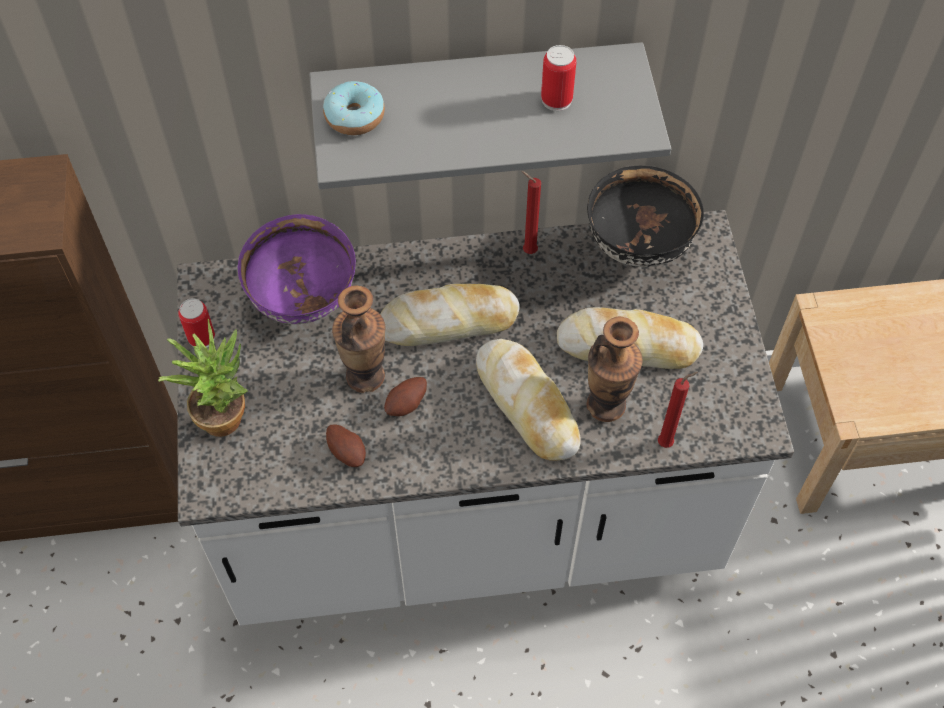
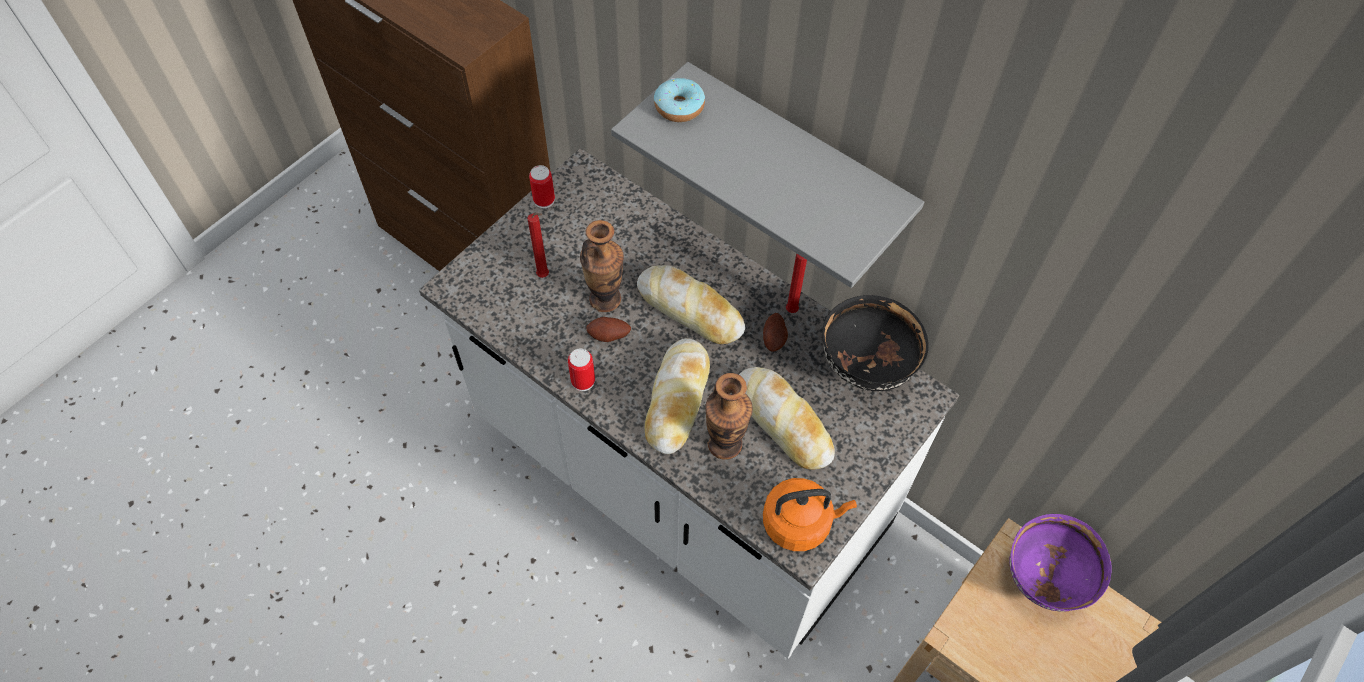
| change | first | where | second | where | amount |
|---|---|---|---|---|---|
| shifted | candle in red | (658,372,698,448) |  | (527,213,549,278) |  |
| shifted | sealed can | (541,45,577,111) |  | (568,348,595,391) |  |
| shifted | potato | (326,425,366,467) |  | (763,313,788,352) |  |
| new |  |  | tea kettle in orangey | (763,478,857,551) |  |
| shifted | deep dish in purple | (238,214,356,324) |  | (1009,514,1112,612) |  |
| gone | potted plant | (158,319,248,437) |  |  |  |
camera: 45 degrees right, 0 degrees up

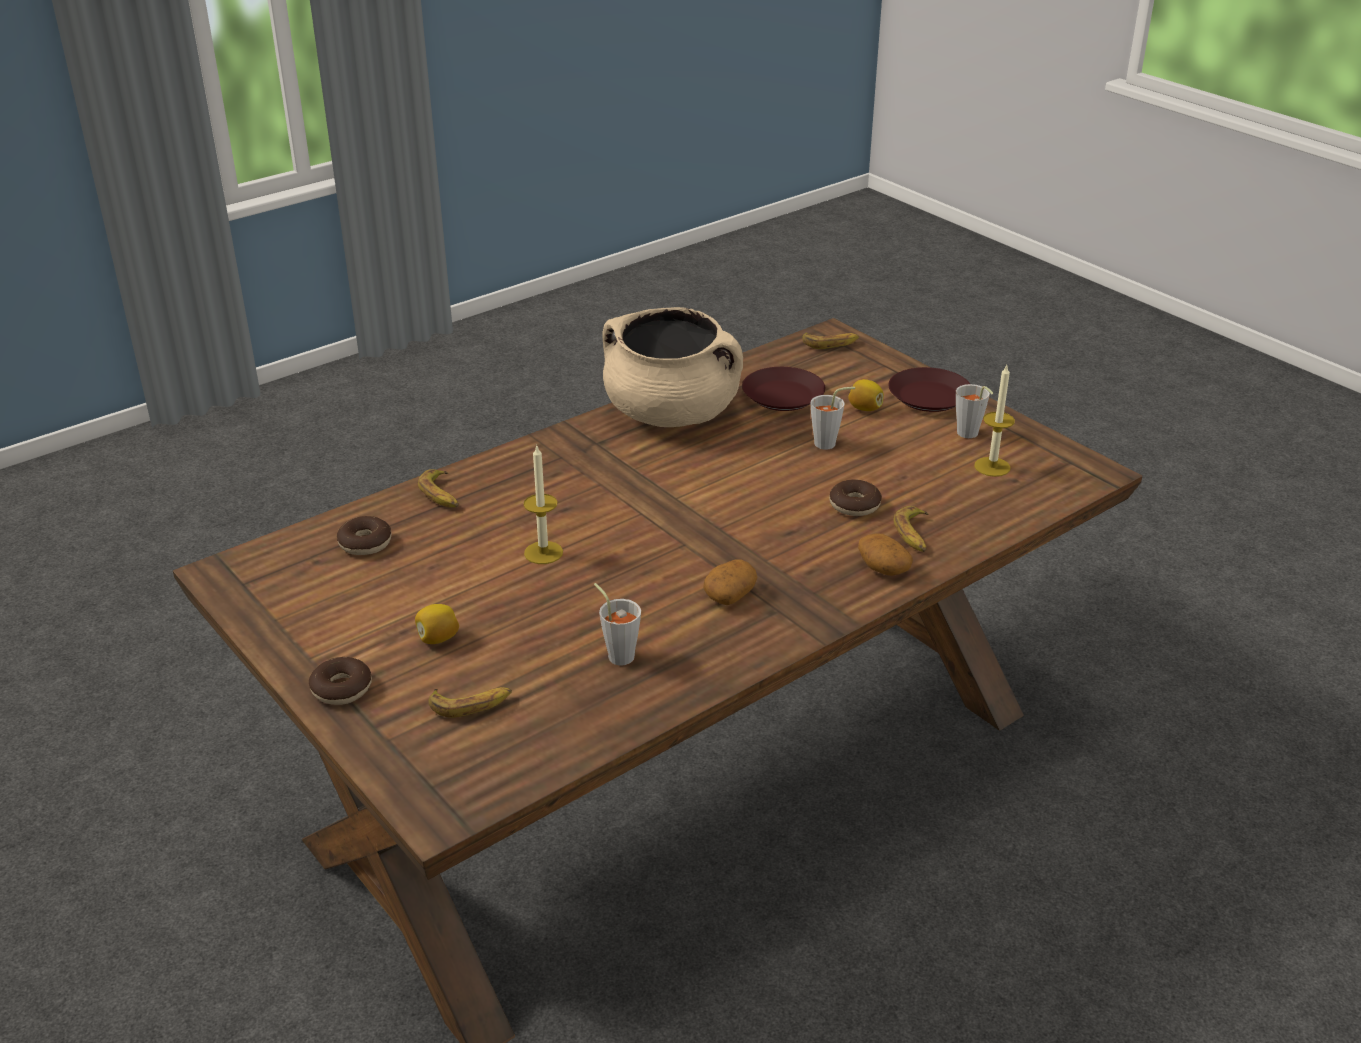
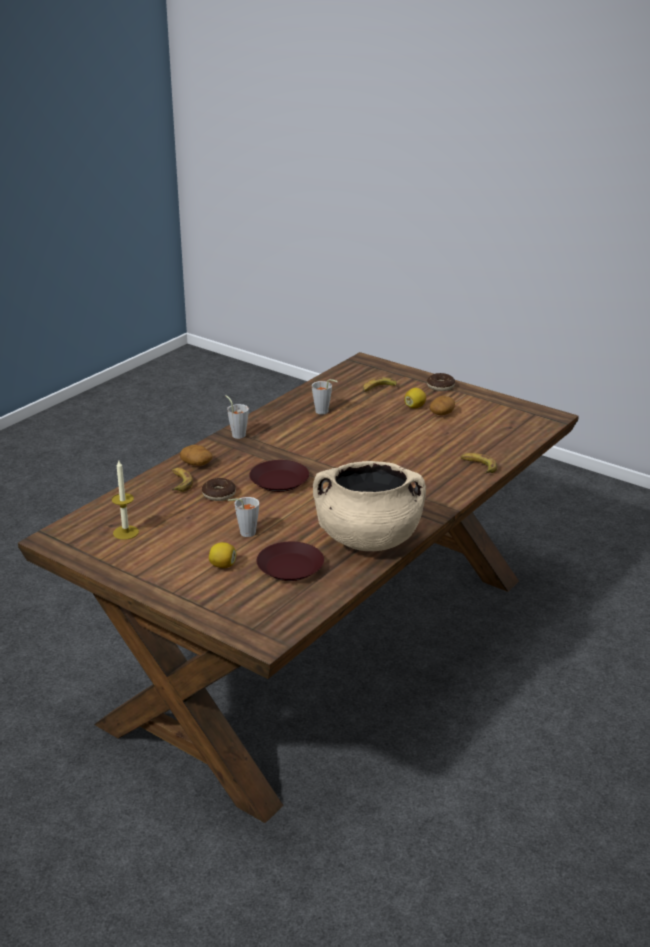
| change | first | where | second | where | amount |
|---|---|---|---|---|---|
| shifted | drinking cup in gray | (956,384,993,438) |  | (225,395,249,439) |  |
| shifted | dinner plate in brown-coloured | (888,367,970,412) |  | (249,460,309,492) |  |
| shifted | potato | (703,560,758,605) |  | (430,396,455,415) |  |
| gone | donut | (337,516,391,555) |  |  |  |
| gone | candle | (523,446,563,564) |  |  |  |
| gone | whole banana | (802,332,859,349) |  |  |  |
camera: 165 degrees right, 5 degrees down

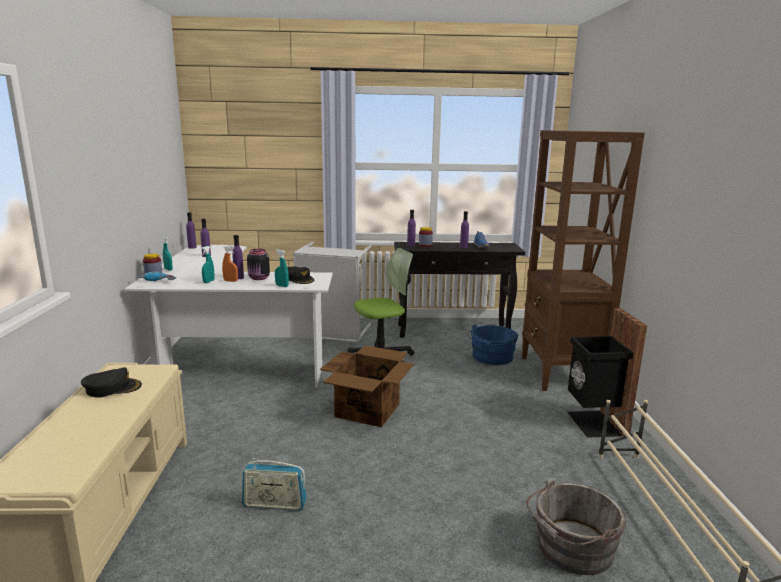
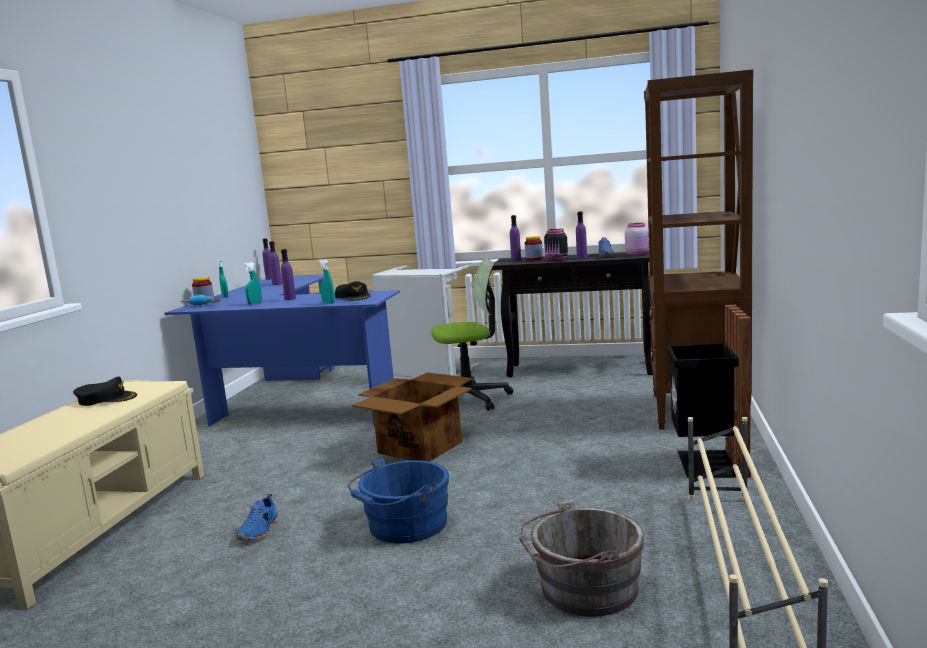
| change | first | where | second | where | amount |
|---|---|---|---|---|---|
| repainted | desk in whitish | (124,245,333,388) | desk in blue-coloured | (164,275,400,426) |  |
| swapped | radio receiver | (242,458,307,511) | shoe in blue-coloured | (236,493,279,540) |  |
| shifted | bucket in blue-coloured | (468,324,518,365) |  | (348,458,449,543) |  |
| shifted | preserve jar in black | (247,249,270,280) |  | (544,229,568,261) |  |
| new |  |  | preserve jar in pink | (625,223,649,256) |  |
| gone | hand sprayer in orangey | (222,246,238,282) |  |  |  |
camera: 15 degrees right, 5 degrees down

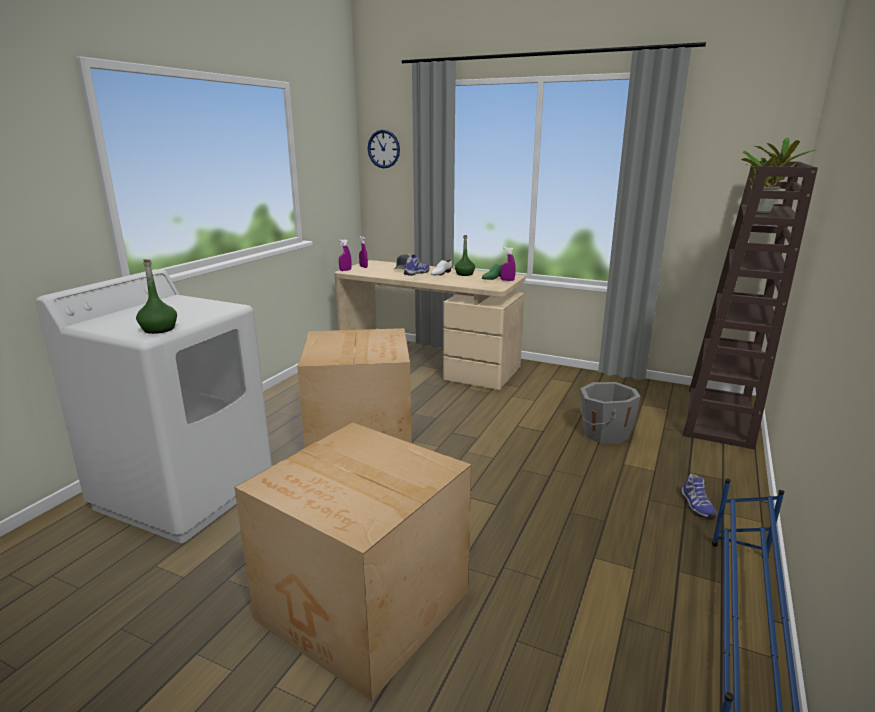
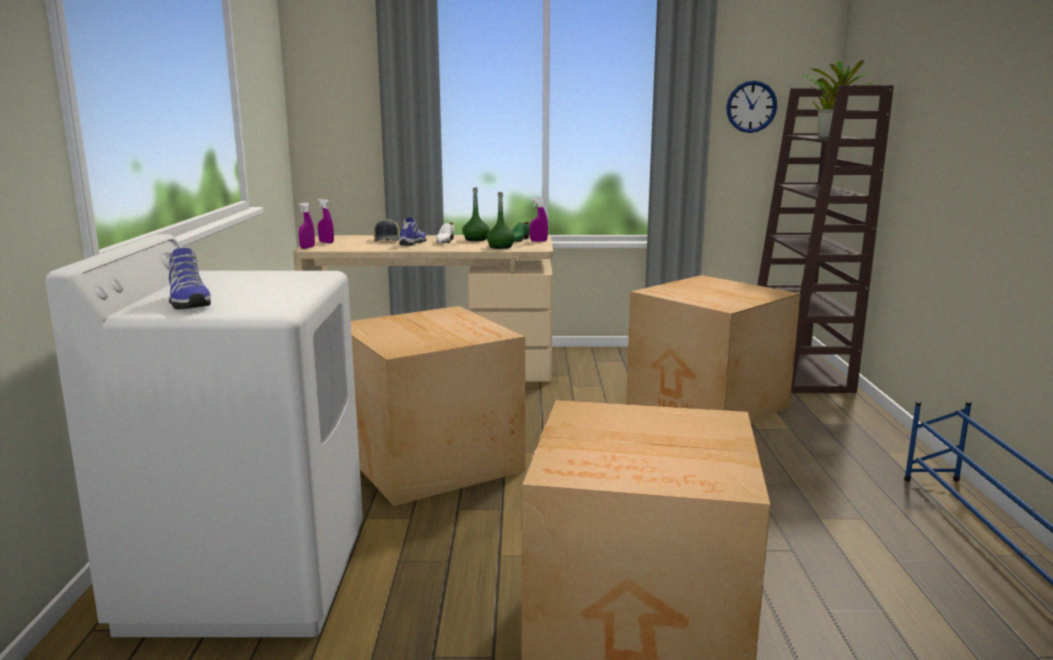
| change | first | where | second | where | amount |
|---|---|---|---|---|---|
| shifted | shoe | (681,474,716,519) |  | (169,248,211,309) |  |
| shifted | bottle in greenish | (136,259,177,334) |  | (486,192,515,249) |  |
| swapped | bucket in gray | (580,382,641,444) | carton | (626,275,801,423) |  |
| shifted | wall clock | (368,130,400,168) |  | (726,81,777,133) |  |
camera: 25 degrees left, 5 degrees down

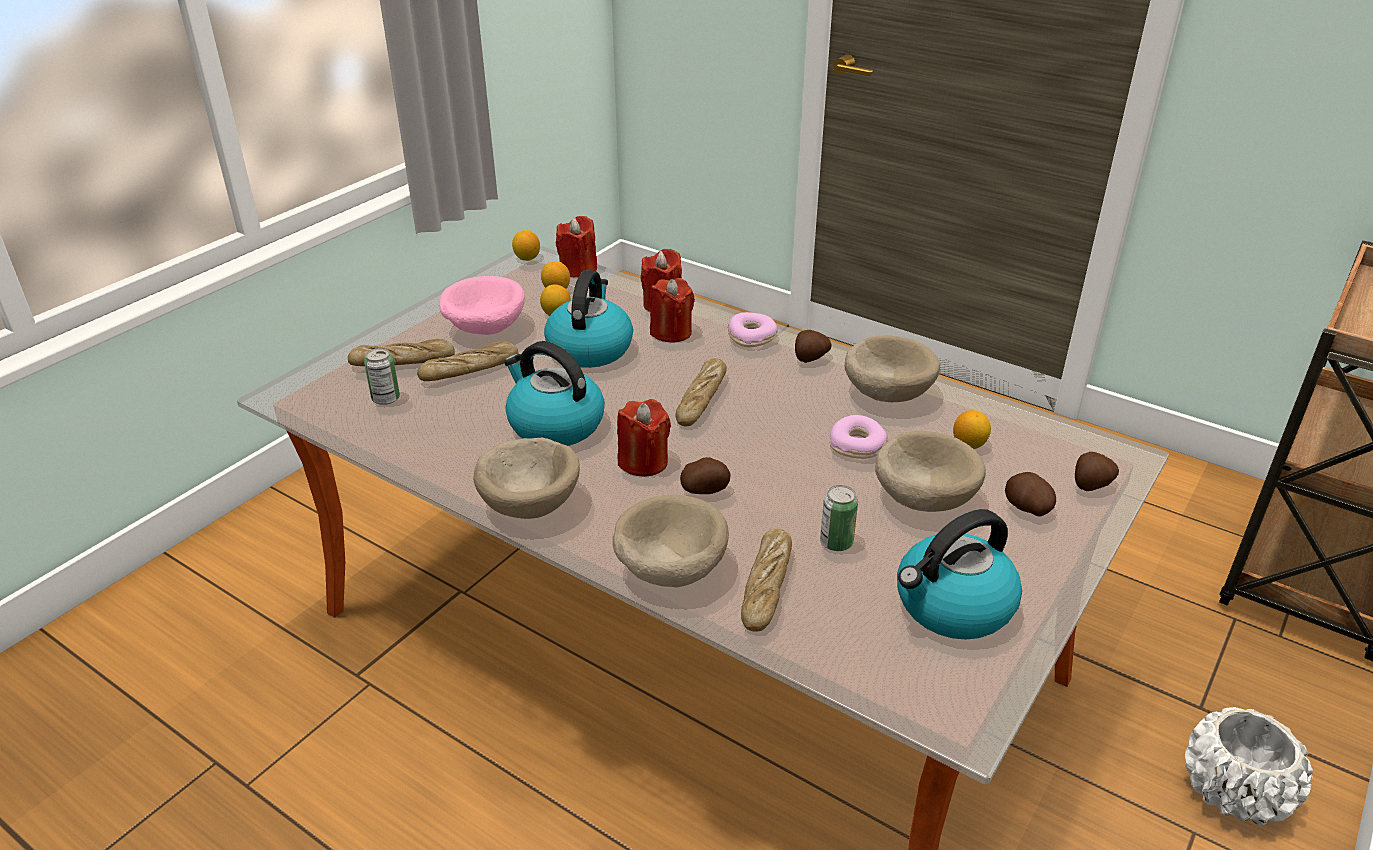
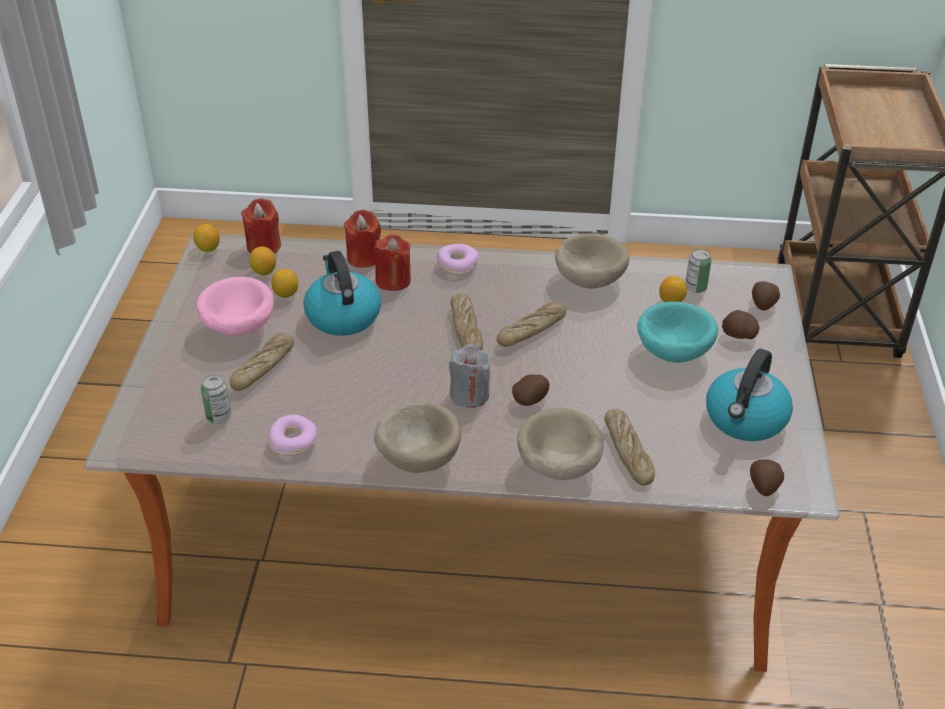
| change | first | where | second | where | amount |
|---|---|---|---|---|---|
| shifted | donut | (829,415,888,459) |  | (268,415,318,455) |  |
| repainted | candle in red | (617,399,671,477) | candle in gray | (449,344,491,408) |  |
| shifted | bakery bread | (348,339,455,366) |  | (497,301,566,347) |  |
| repainted | deep dish in beige-coloured | (875,431,986,512) | deep dish in turquoise | (637,302,718,363) |  |
| shifted | sealed can | (820,485,858,551) |  | (685,249,712,293) |  |
| shifted | potato | (795,330,831,363) |  | (750,459,784,496) |  |
| gone | tea kettle | (504,341,605,446) |  |  |  |
| gone | planter in whitish | (1185,707,1313,825) |  |  |  |
camera: 30 degrees left, 5 degrees up

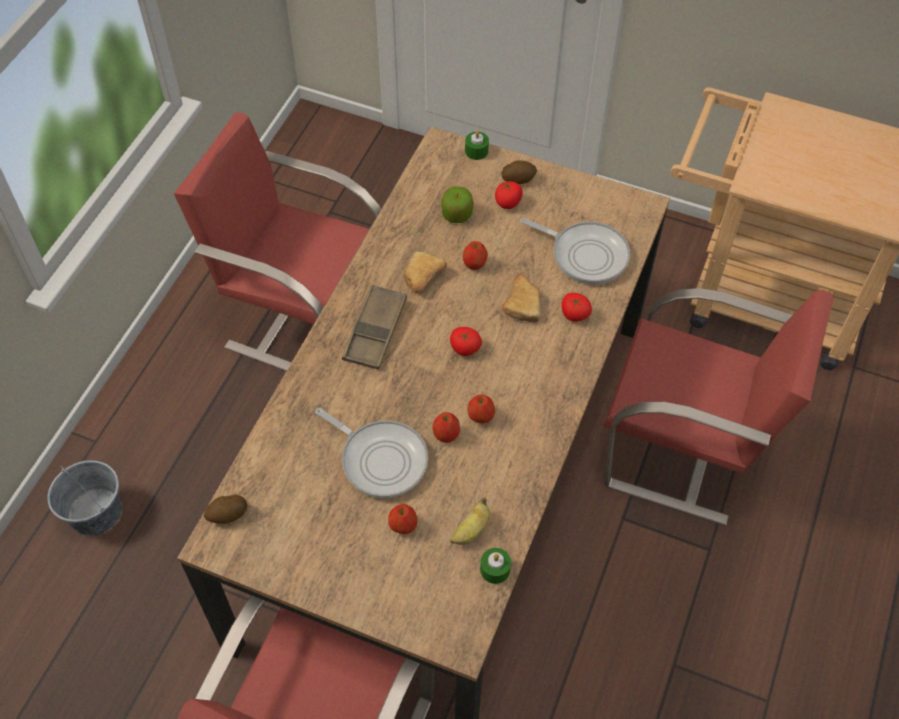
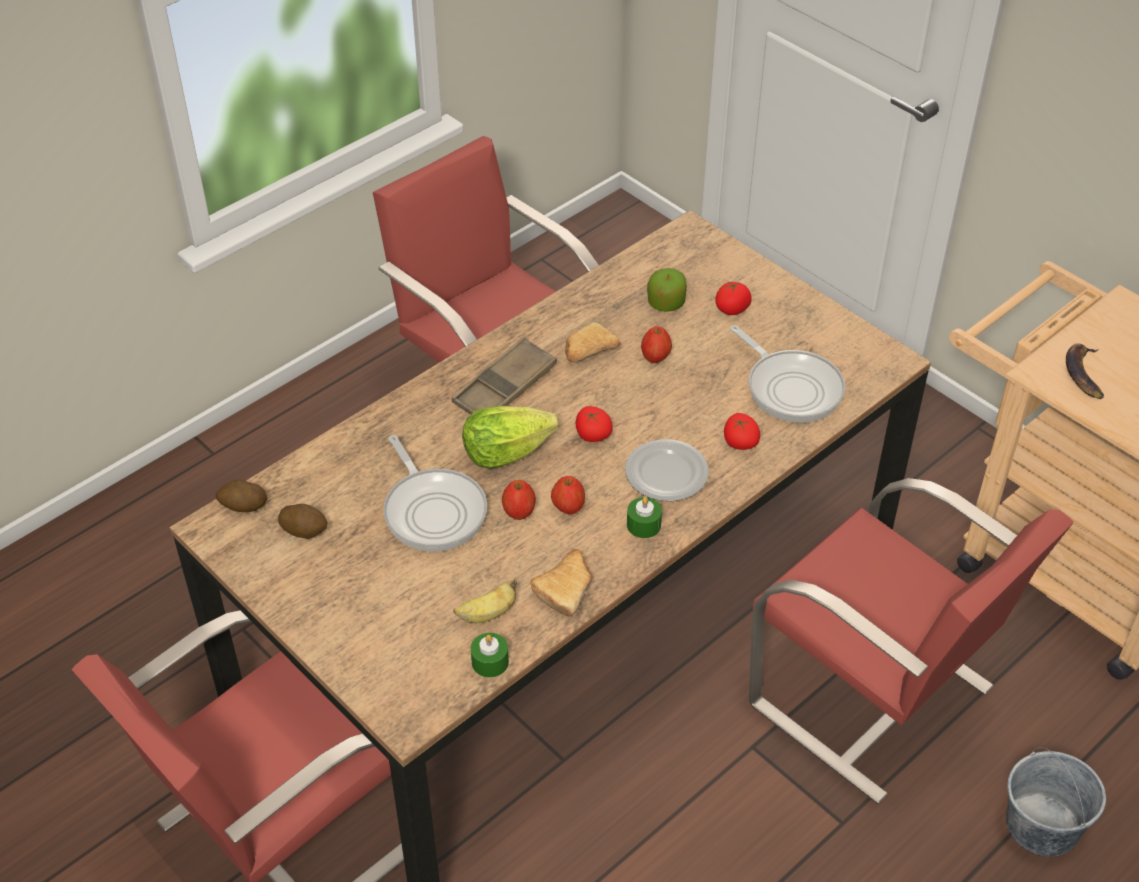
| change | first | where | second | where | amount |
|---|---|---|---|---|---|
| shifted | potato | (501,160,537,184) |  | (278,504,328,539) |  |
| new |  |  | head of lettuce | (462,406,558,469) |  |
| shifted | bakery bread | (502,274,541,322) |  | (530,549,592,617) |  |
| new |  |  | dinner plate | (625,439,709,501) |  |
| shifted | candle in greenish | (465,131,489,160) |  | (627,497,662,538) |  |
| shifted | bucket in gray | (47,460,122,536) |  | (1006,747,1106,856) |  |
| new |  |  | whole banana | (1066,343,1104,399) |  |
| gone | apple | (388,504,418,534) |  |  |  |
camera: 25 degrees right, 10 degrees down

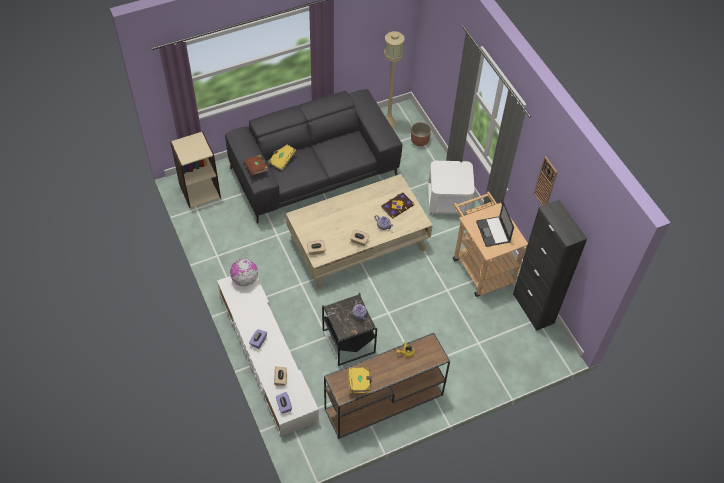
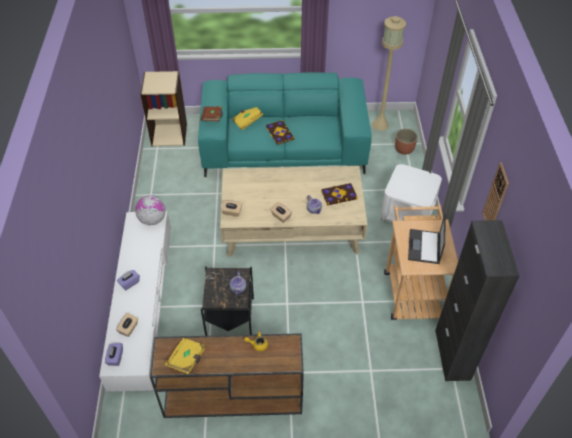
| change | first | where | second | where | amount |
|---|---|---|---|---|---|
| repainted | sofa in gray | (225,89,402,223) | sofa in turquoise | (198,72,372,177) |  |
| new |  |  | bound book | (266,120,295,145) |  |
camera: 25 degrees right, 5 degrees down

